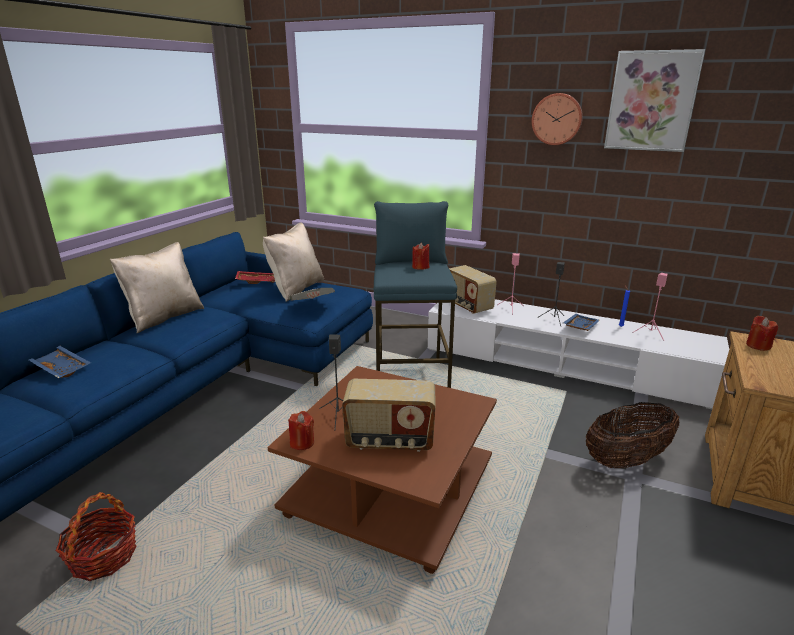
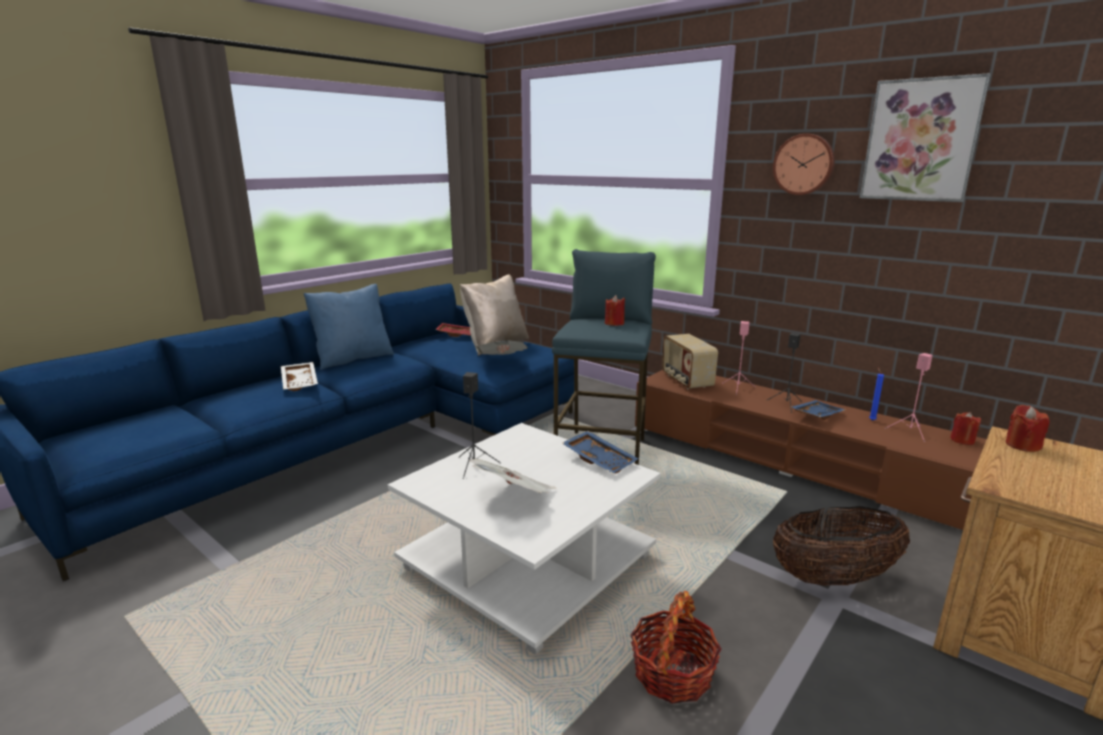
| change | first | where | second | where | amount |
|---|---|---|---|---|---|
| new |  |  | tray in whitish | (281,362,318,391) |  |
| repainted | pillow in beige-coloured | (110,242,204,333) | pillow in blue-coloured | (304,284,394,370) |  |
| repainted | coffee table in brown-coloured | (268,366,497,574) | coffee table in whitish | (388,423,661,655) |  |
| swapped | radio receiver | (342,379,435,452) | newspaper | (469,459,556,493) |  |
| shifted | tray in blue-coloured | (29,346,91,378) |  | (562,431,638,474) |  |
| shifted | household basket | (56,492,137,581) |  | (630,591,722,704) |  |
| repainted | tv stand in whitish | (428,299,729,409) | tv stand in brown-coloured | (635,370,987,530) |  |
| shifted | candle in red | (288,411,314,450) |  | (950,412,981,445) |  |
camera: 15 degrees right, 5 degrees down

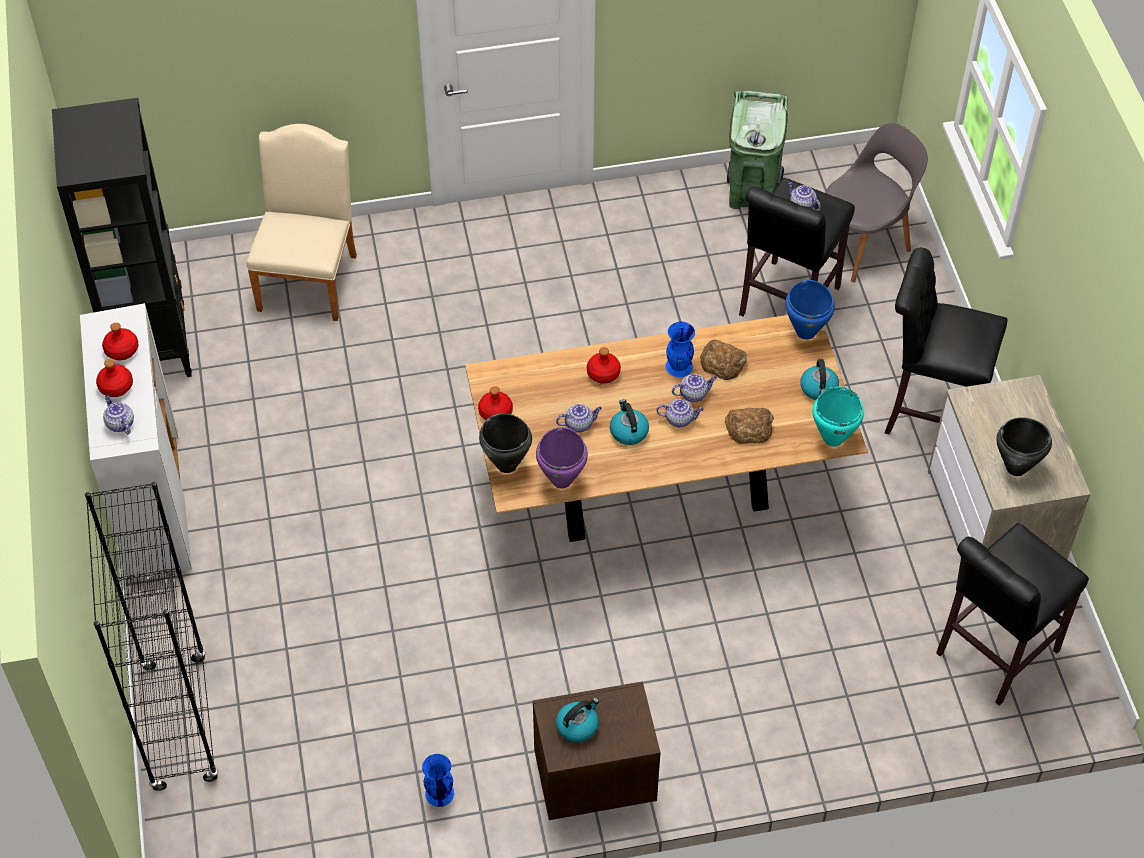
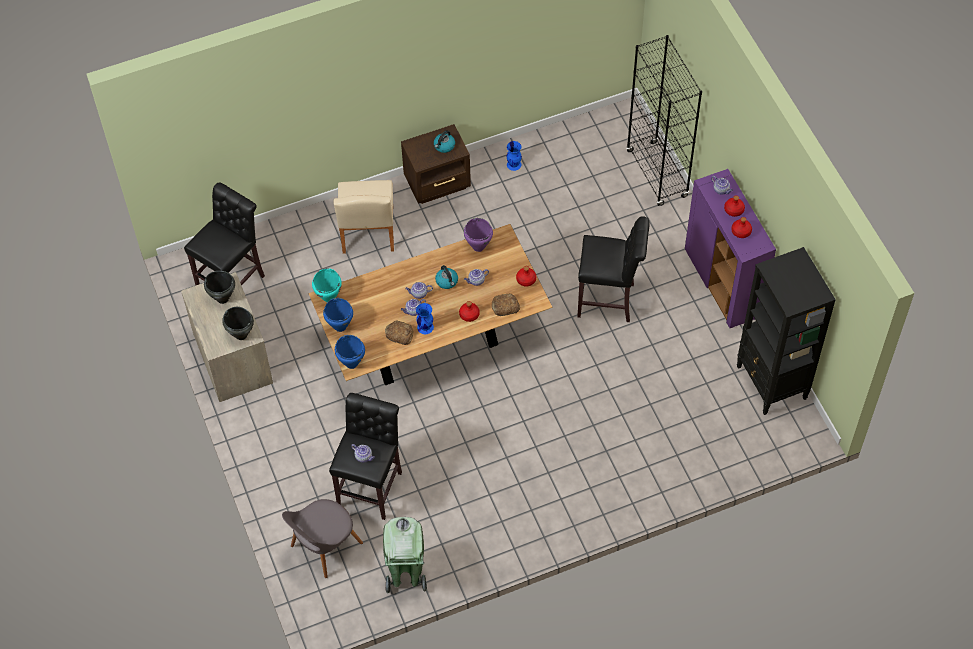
| change | first | where | second | where | amount |
|---|---|---|---|---|---|
| shifted | saucepot in black | (479,414,532,473) |  | (222,307,254,340) |  |
| swapped | tea kettle | (800,359,839,400) | saucepot in blue-coloured | (323,298,353,332) |  |
| shifted | upright chair in beige-coloured | (247,124,357,321) |  | (333,180,394,253) |  |
| shifted | bakery bread | (725,408,774,444) |  | (491,293,520,316) |  |
| shifted | stool seat in black | (885,248,1008,434) |  | (577,216,649,322) |  |
| repainted | cabinet in whitish | (80,303,192,580) | cabinet in purple | (685,169,776,328) |  |
camera: 170 degrees right, 5 degrees up

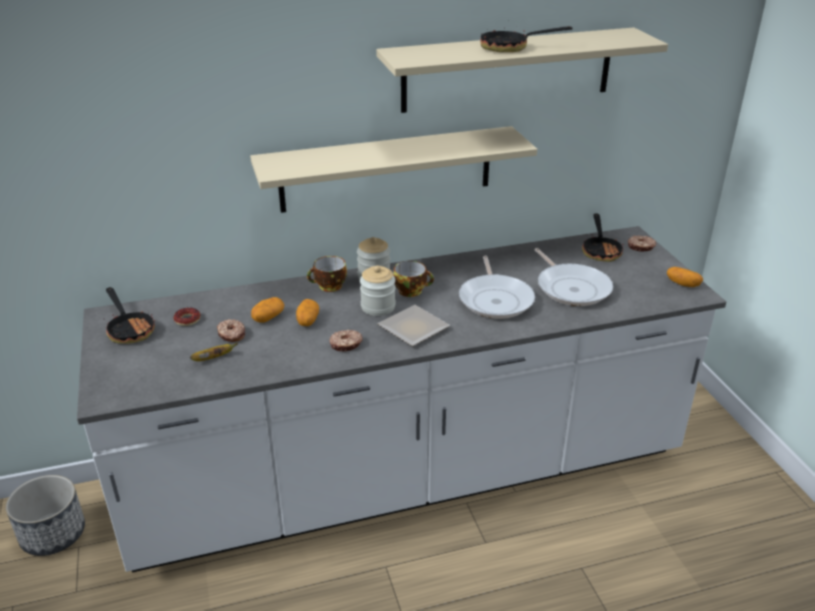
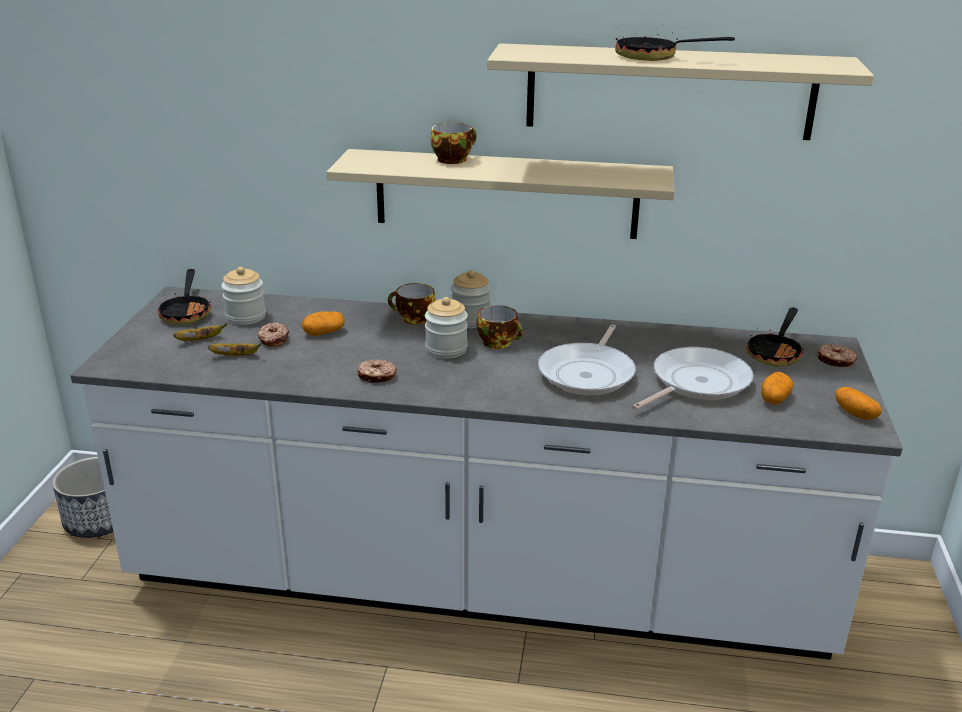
| change | first | where | second | where | amount |
|---|---|---|---|---|---|
| new |  |  | whole banana | (174,323,227,341) |  |
| swapped | donut | (174,308,200,326) | preserve jar | (221,267,266,325) |  |
| new |  |  | drinking cup | (431,123,476,164) |  |
| rotated | skillet | (534,248,613,306) |  | (632,347,754,410) | 135 degrees counterclockwise |
| shifted | potato | (296,299,319,326) |  | (761,372,793,404) |  |
| gone | dinner plate | (377,305,450,346) |  |  |  |
camera: 25 degrees right, 5 degrees down

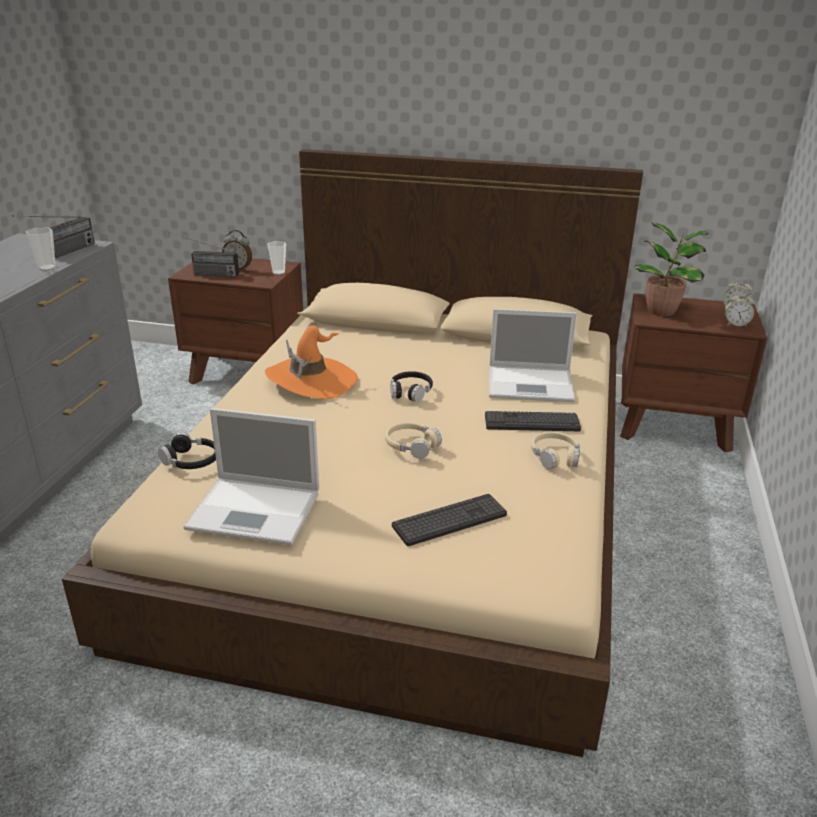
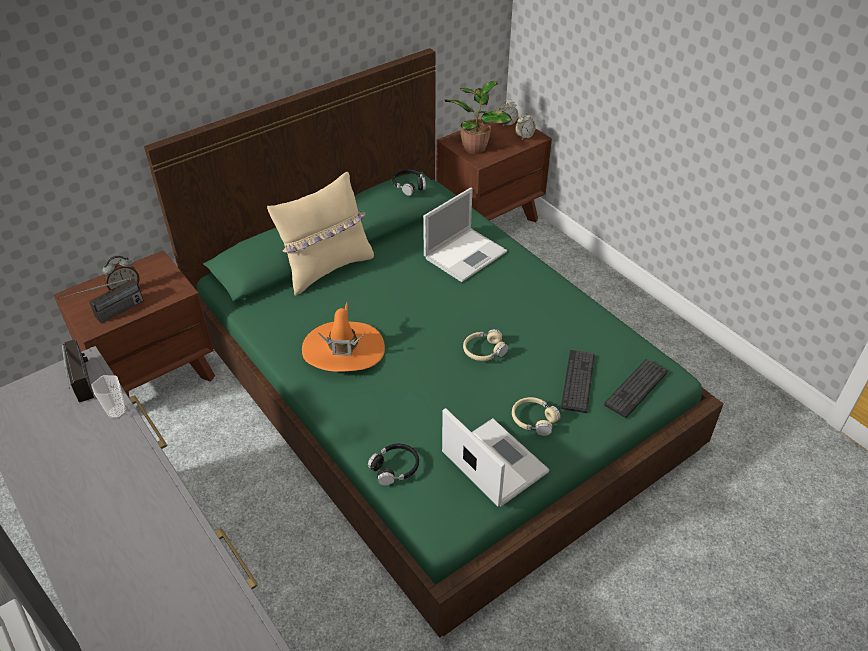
| change | first | where | second | where | amount |
|---|---|---|---|---|---|
| repainted | bedroom bed in beige-coloured | (62,149,643,757) | bedroom bed in greenish | (144,48,723,638) |  |
| new |  |  | pillow in beige-coloured | (267,172,374,296) |  |
| shifted | headphones in black | (391,371,433,402) |  | (392,169,426,196) |  |
| rotated | notebook computer | (183,408,319,545) |  | (442,408,550,507) | 90 degrees counterclockwise |
| shifted | headphones in beige-coloured | (531,432,580,469) |  | (512,397,561,436) |  |
| shifted | computer keyboard | (485,411,581,431) |  | (604,359,668,418) |  |
| gone | drinking cup | (267,241,286,275) |  |  |  |
camera: 50 degrees left, 15 degrees up

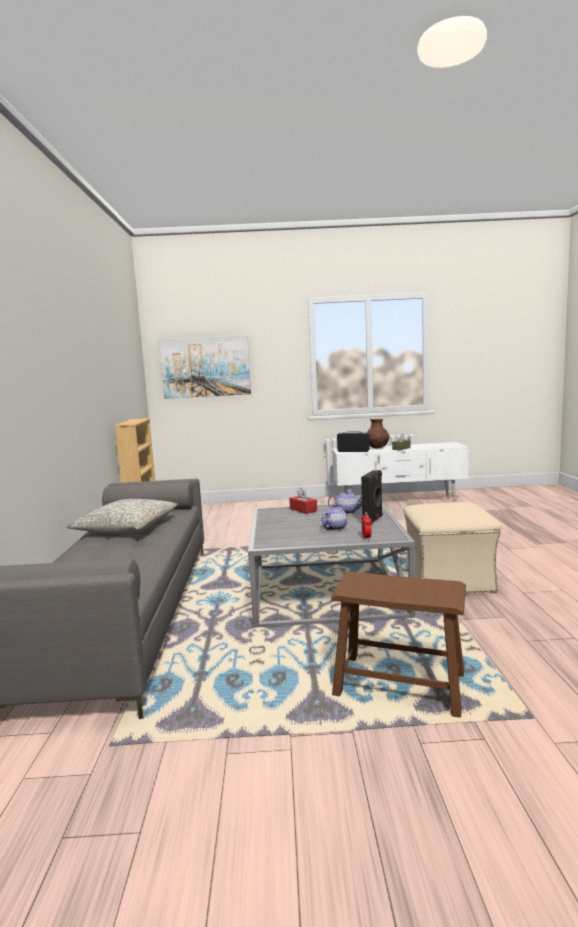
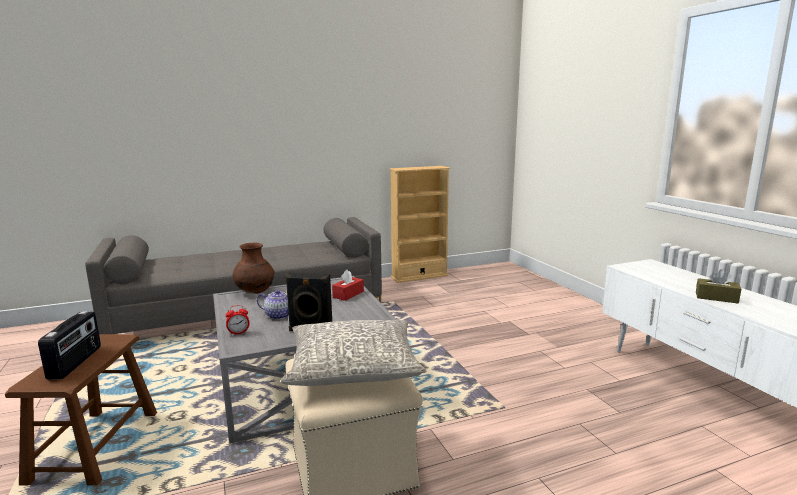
| change | first | where | second | where | amount |
|---|---|---|---|---|---|
| shifted | radio receiver | (337,431,370,452) |  | (38,311,101,380) |  |
| shifted | flower vase in brown-coloured | (367,419,389,449) |  | (232,243,275,294) |  |
| shifted | pillow in gray | (67,499,178,534) |  | (280,320,427,386) |  |
| gone | wall picture | (159,335,251,399) |  |  |  |
| gone | tea pot | (328,490,362,514) |  |  |  |
camera: 70 degrees right, 5 degrees up

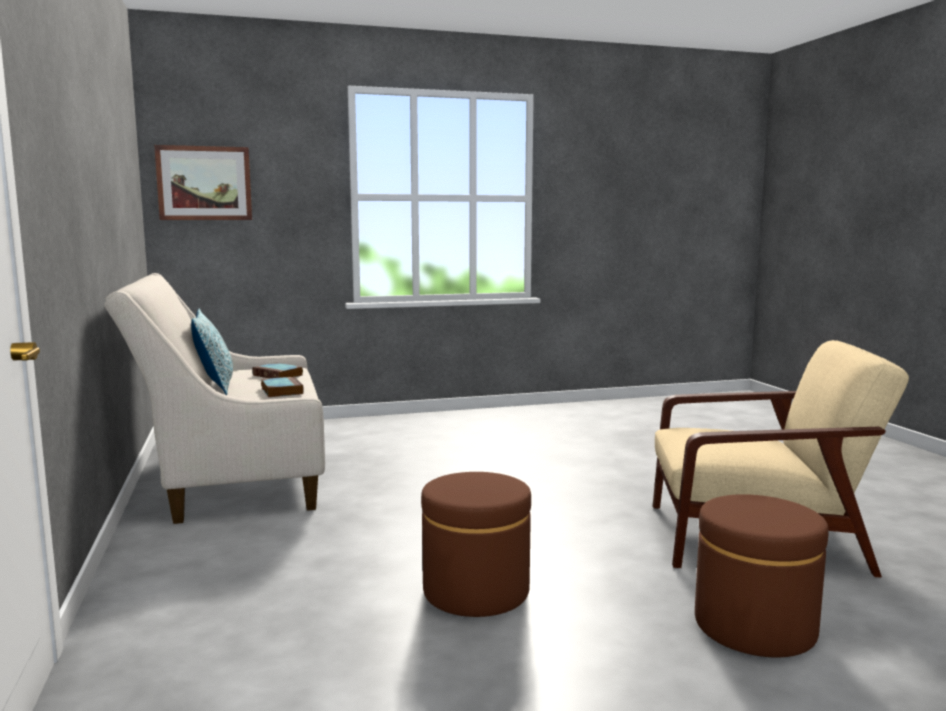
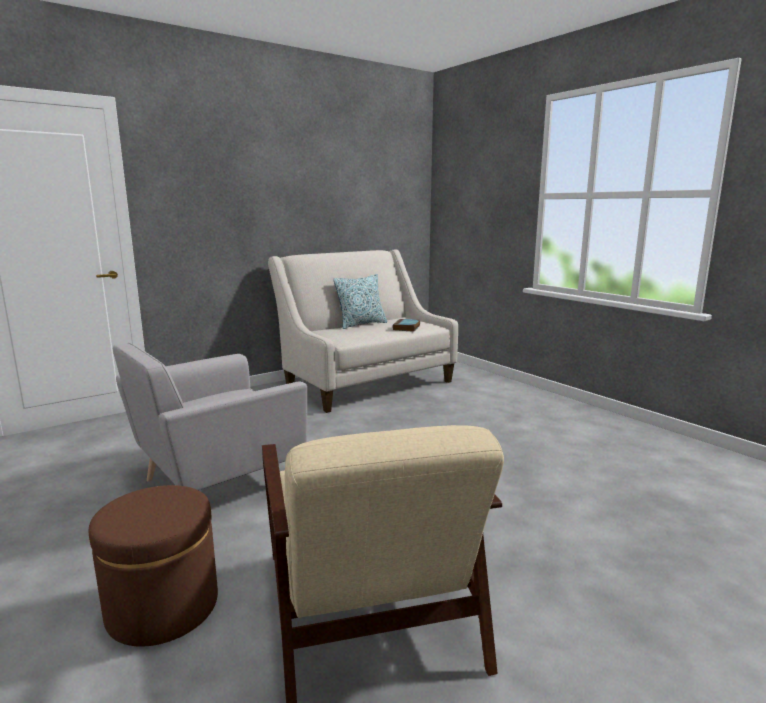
| change | first | where | second | where | amount |
|---|---|---|---|---|---|
| swapped | pouffe in brown-coloured | (421,472,531,617) | lounge chair in gray | (113,343,307,490) |  |
| gone | wall picture | (154,145,252,220) |  |  |  |
| gone | bound book | (261,377,303,397) |  |  |  |
camera: 70 degrees right, 5 degrees up

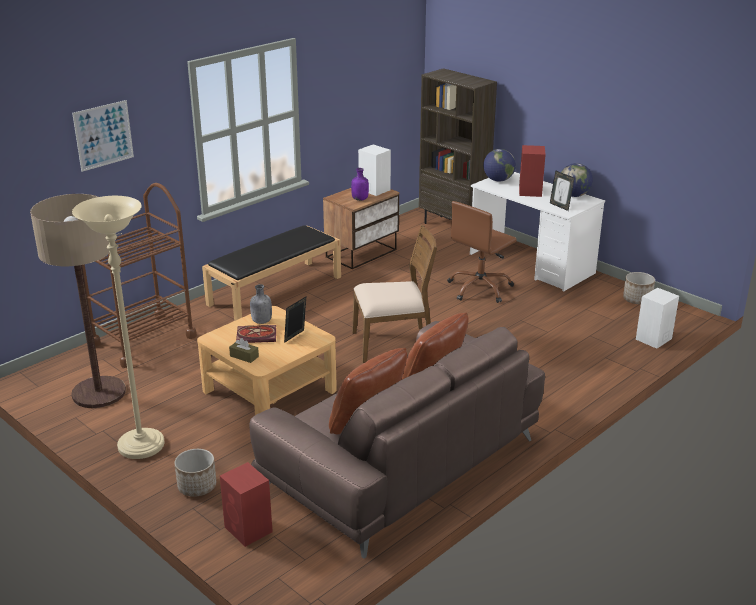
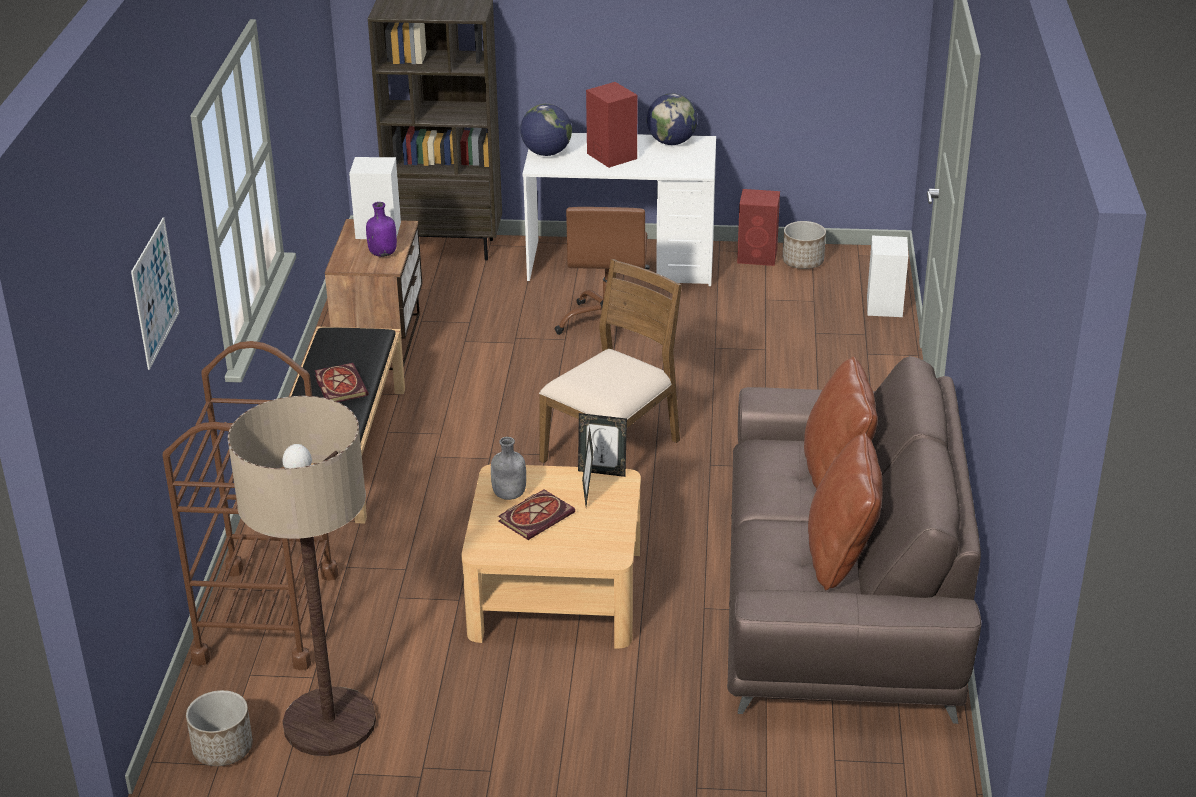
| change | first | where | second | where | amount |
|---|---|---|---|---|---|
| shifted | planter | (174,449,216,497) |  | (186,690,253,766) |  |
| new |  |  | bound book | (315,363,368,402) |  |
| shifted | picture frame | (550,170,575,211) |  | (578,413,627,477) |  |
| shifted | audio speaker in red | (220,462,273,547) |  | (737,189,780,266) |  |
| gone | standard lamp in beige-coloured | (72,196,164,459) |  |  |  |
| gone | box of tissues in brown-coloured | (229,338,259,363) |  |  |  |
camera: 40 degrees left, 5 degrees up

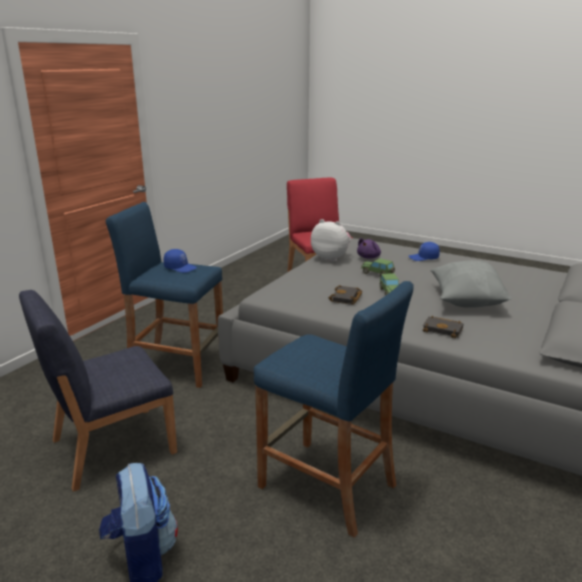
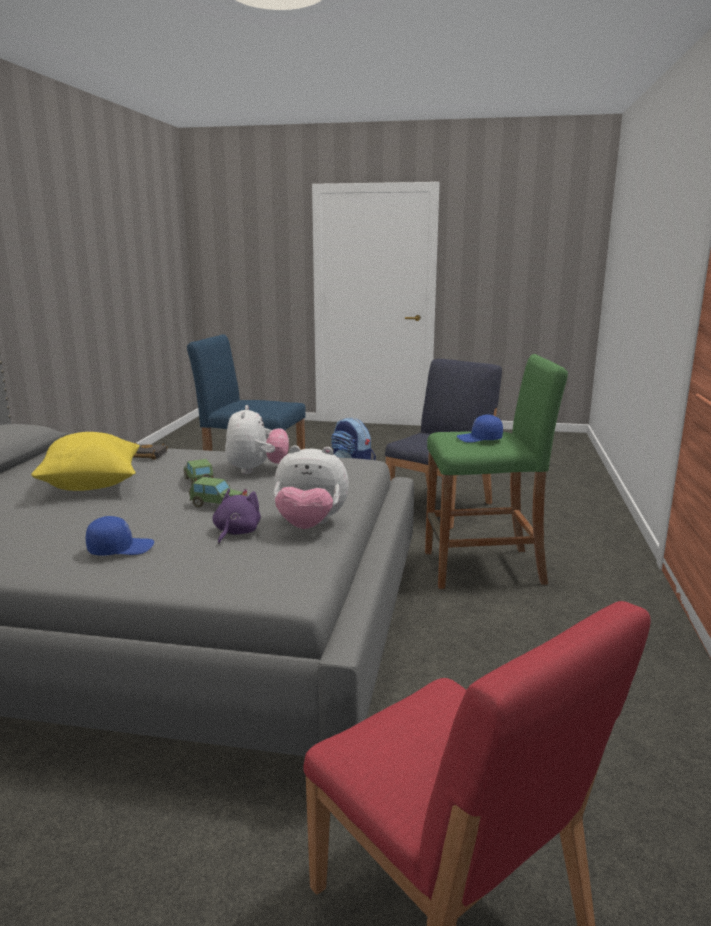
| change | first | where | second | where | amount |
|---|---|---|---|---|---|
| repainted | pillow in gray | (430,260,512,308) | pillow in yellow | (31,432,140,491) |  |
| swapped | bound book in black | (328,285,362,305) | cuddly toy | (225,405,289,474) |  |
| repainted | stool seat in blue-coloured | (106,202,223,388) | stool seat in greenish | (425,354,568,589) |  |
camera: 160 degrees right, 5 degrees down

